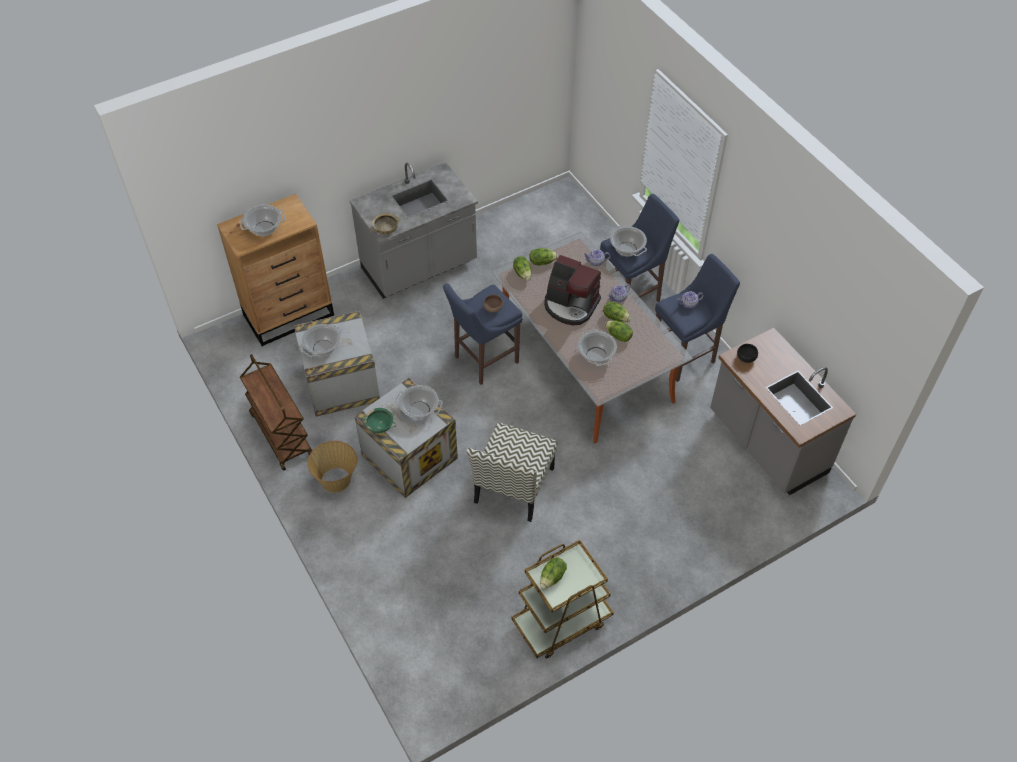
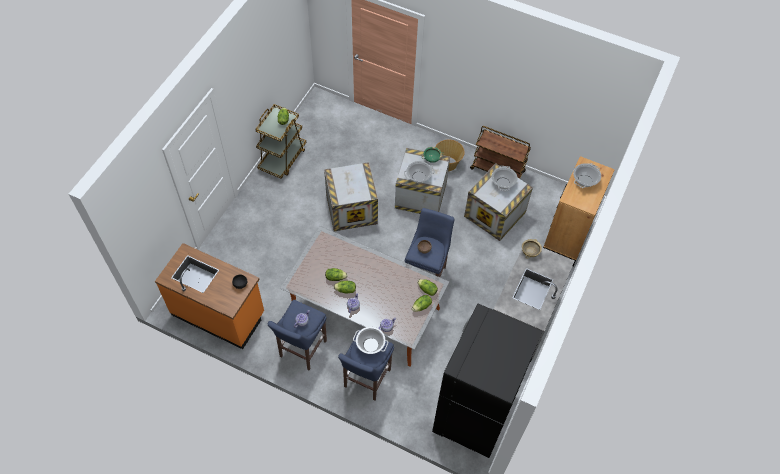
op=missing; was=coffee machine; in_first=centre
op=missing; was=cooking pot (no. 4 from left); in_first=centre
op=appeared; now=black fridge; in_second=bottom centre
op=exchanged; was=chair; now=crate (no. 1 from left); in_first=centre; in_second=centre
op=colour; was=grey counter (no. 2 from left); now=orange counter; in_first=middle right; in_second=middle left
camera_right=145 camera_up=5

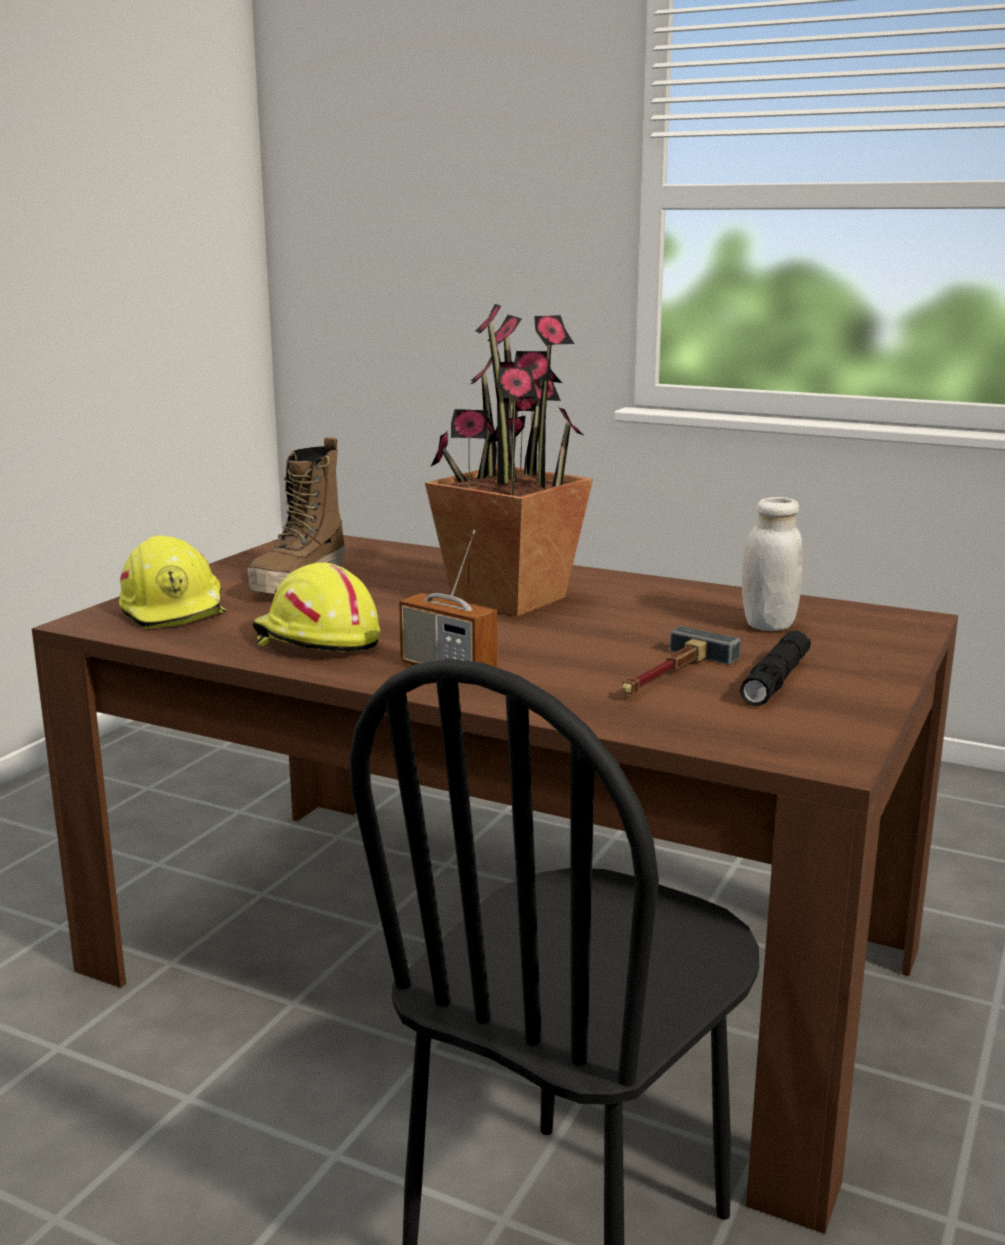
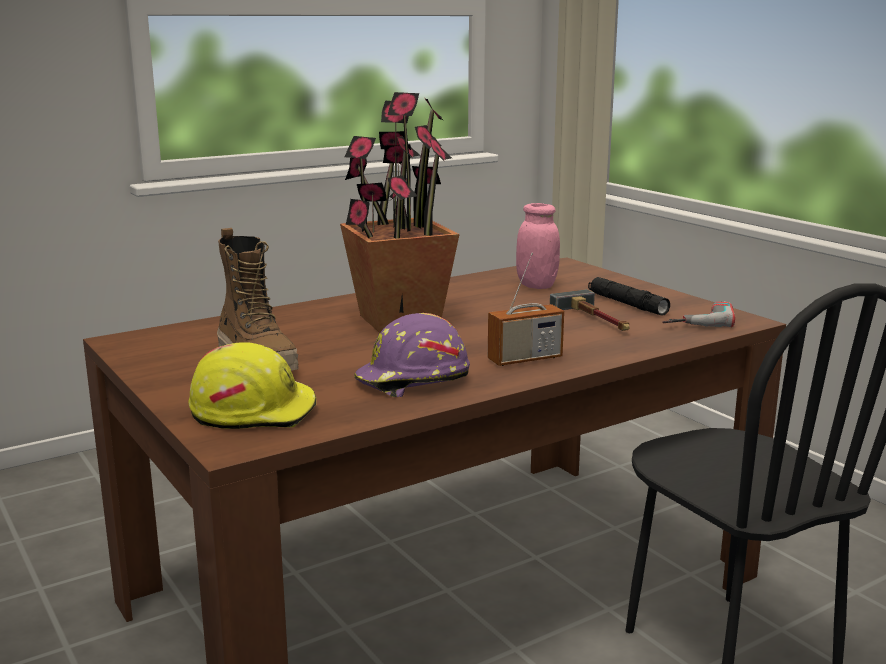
op=appeared; now=power drill; in_second=middle right
op=colour; was=yellow hard hat (no. 2 from left); now=purple hard hat; in_first=middle left; in_second=centre
op=colour; was=white jar; now=pink jar; in_first=middle right; in_second=centre
camera_right=-60 camera_up=0

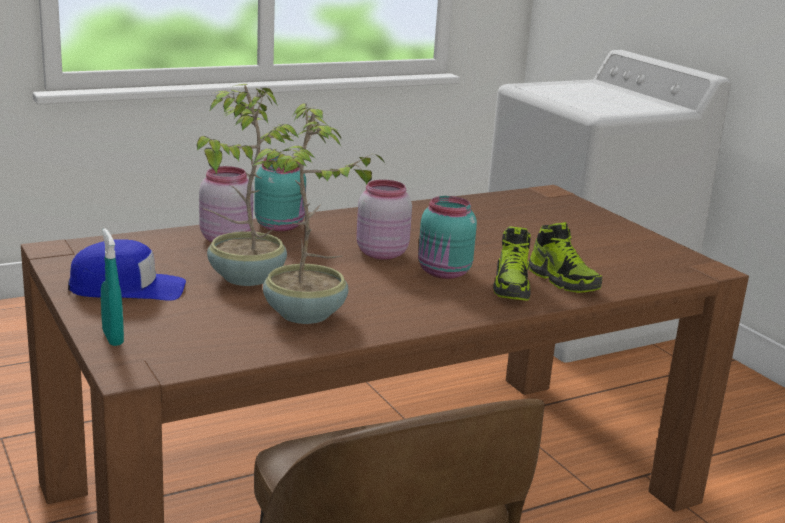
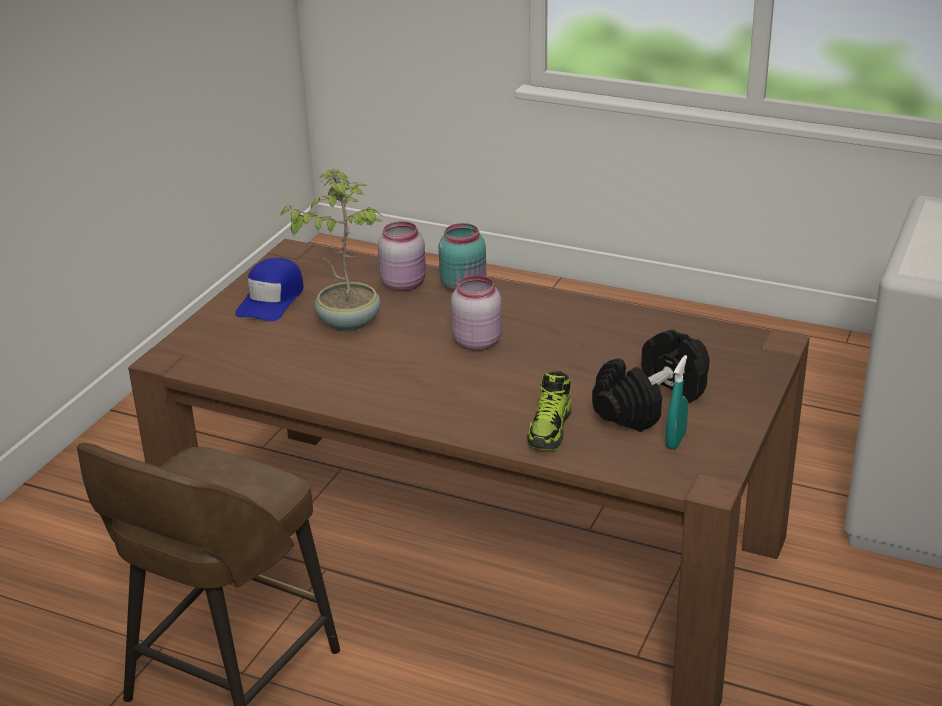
op=missing; was=potted plant (no. 2 from left); in_first=centre
op=missing; was=turquoise jar (no. 2 from left); in_first=centre
op=missing; was=shoe (no. 1 from left); in_first=centre
op=appeared; now=black dumbbell; in_second=middle right
op=relocated; was=turquoise spray bottle; in_first=middle left; in_second=middle right
op=spun; was=blue cap; in_first=middle left; in_second=middle left; clockwise=60
camera_right=55 camera_up=10

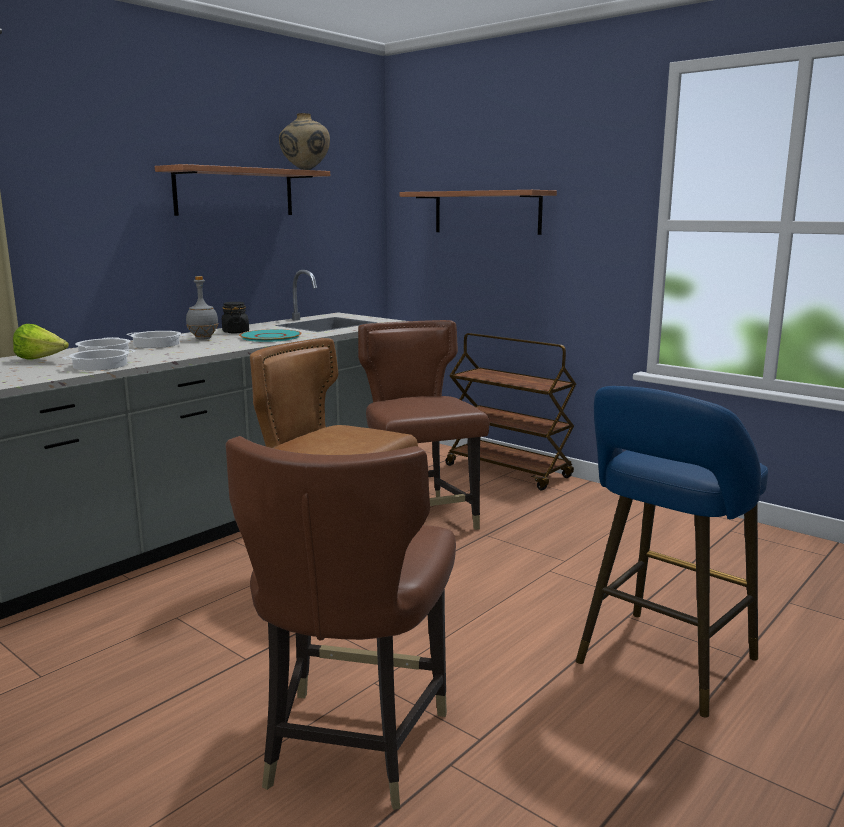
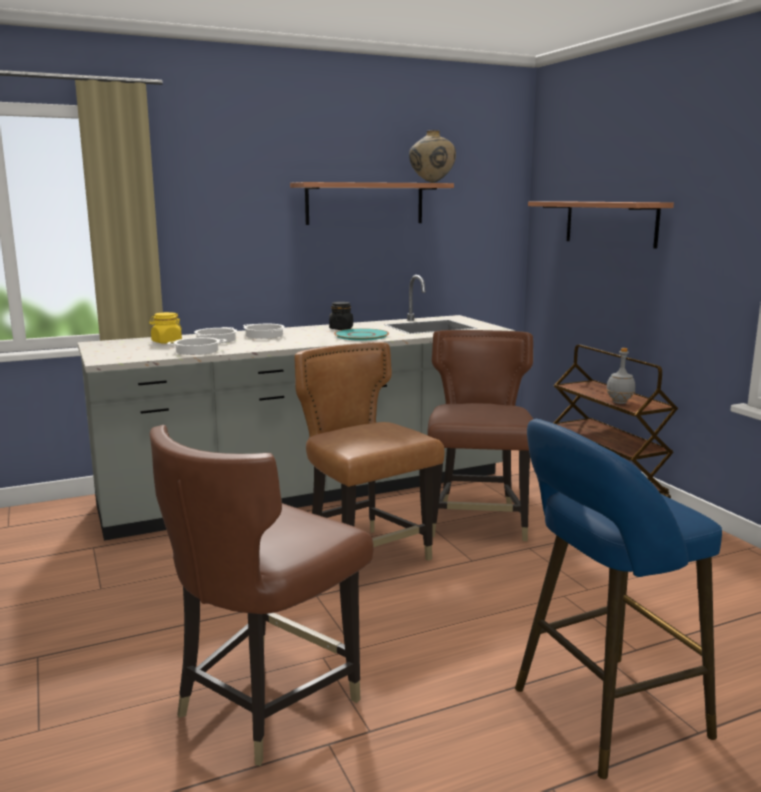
op=relocated; was=grey bottle; in_first=middle left; in_second=middle right
op=exchanged; was=lettuce; now=yellow jar; in_first=middle left; in_second=middle left
camera_right=25 camera_up=0

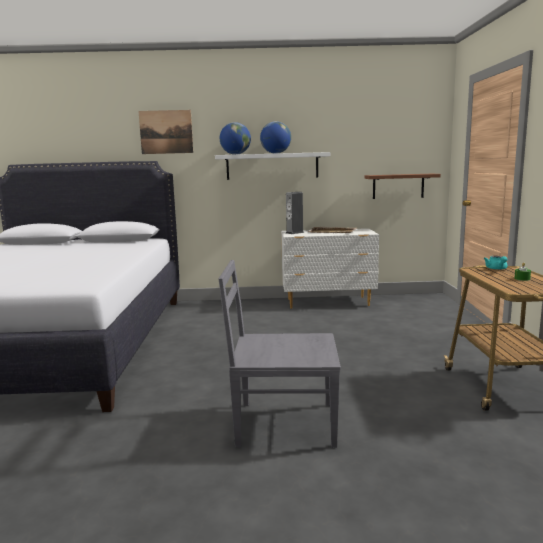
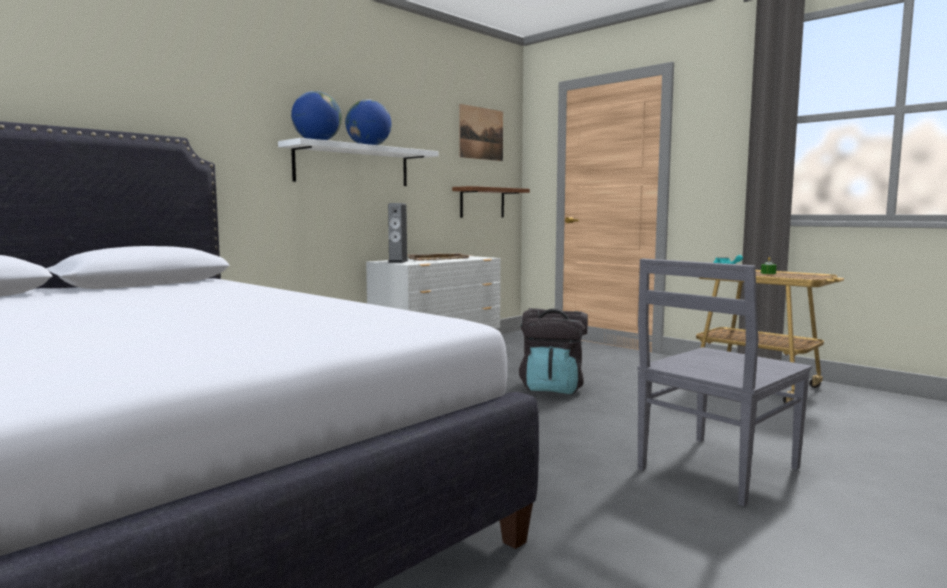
op=appeared; now=black backpack; in_second=centre
op=relocated; was=picture; in_first=top left; in_second=top centre
camera_right=-45 camera_up=-5

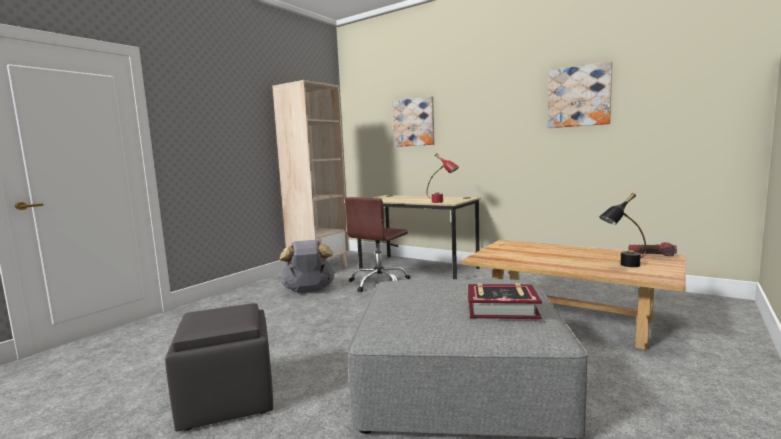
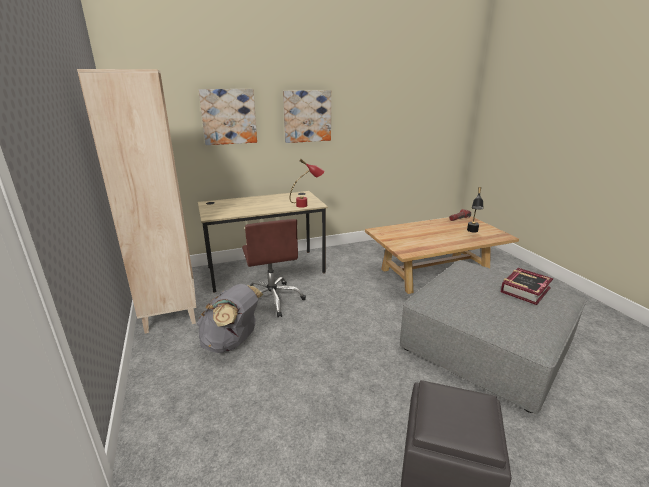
op=relocated; was=picture (no. 2 from left); in_first=top right; in_second=top centre
camera_right=-55 camera_up=15

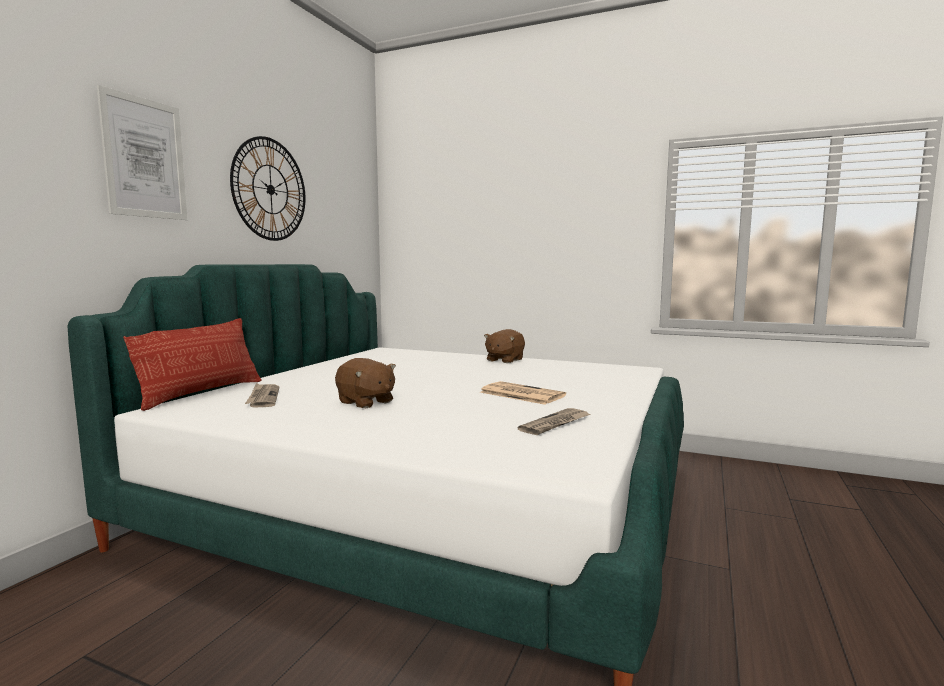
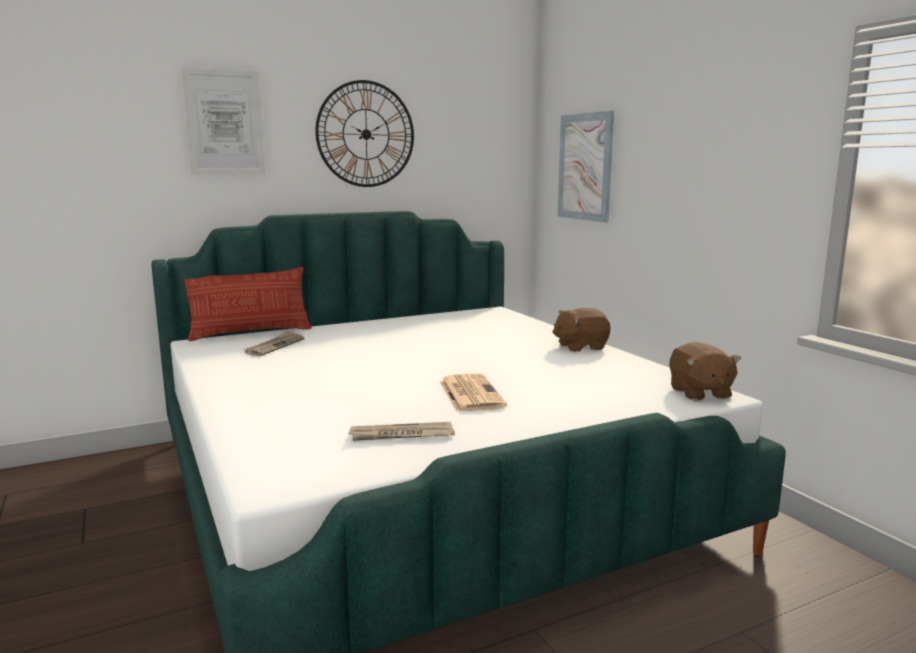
op=appeared; now=picture (no. 2 from left); in_second=top centre
op=relocated; was=brown plush toy (no. 1 from left in the first image); now=brown plush toy (no. 2 from left); in_first=centre; in_second=middle right
camera_right=40 camera_up=5

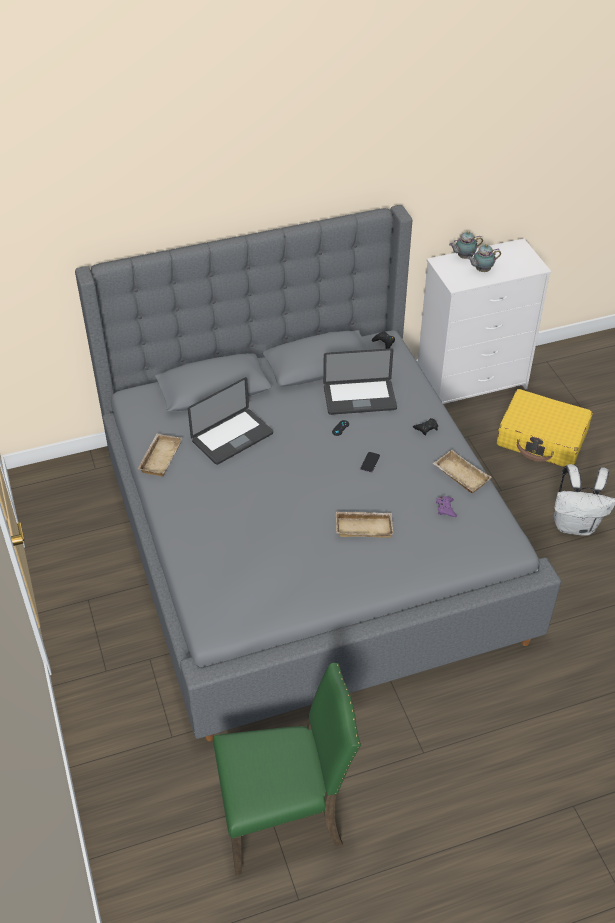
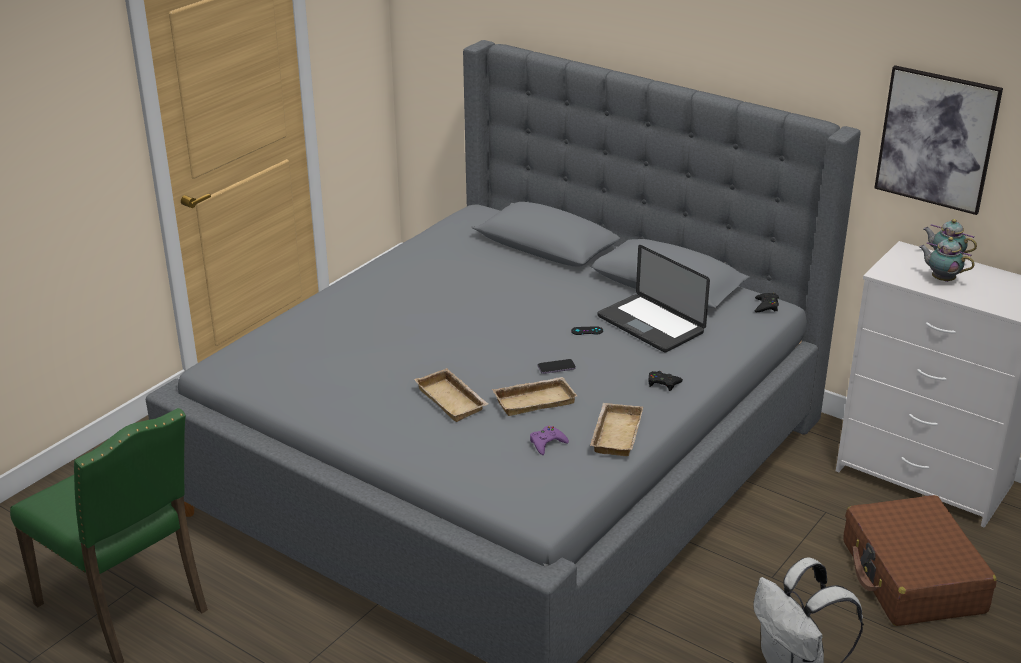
op=missing; was=laptop (no. 1 from left); in_first=centre
op=appeared; now=picture; in_second=top right
op=relocated; was=beige tray (no. 1 from left in the first image); now=beige tray (no. 2 from left); in_first=middle left; in_second=centre
op=colour; was=yellow suitcase; now=brown suitcase; in_first=middle right; in_second=bottom right
camera_right=55 camera_up=-15

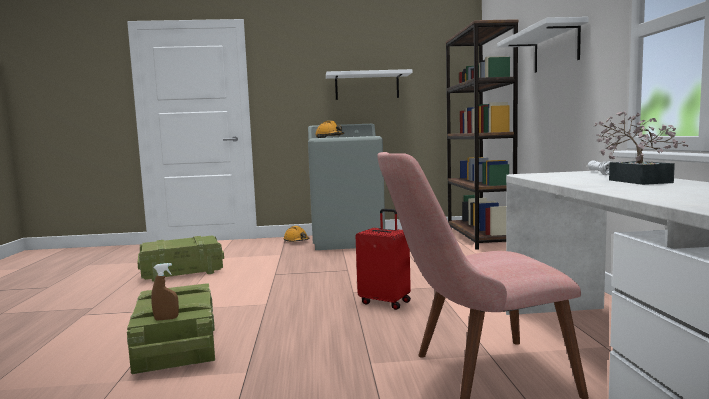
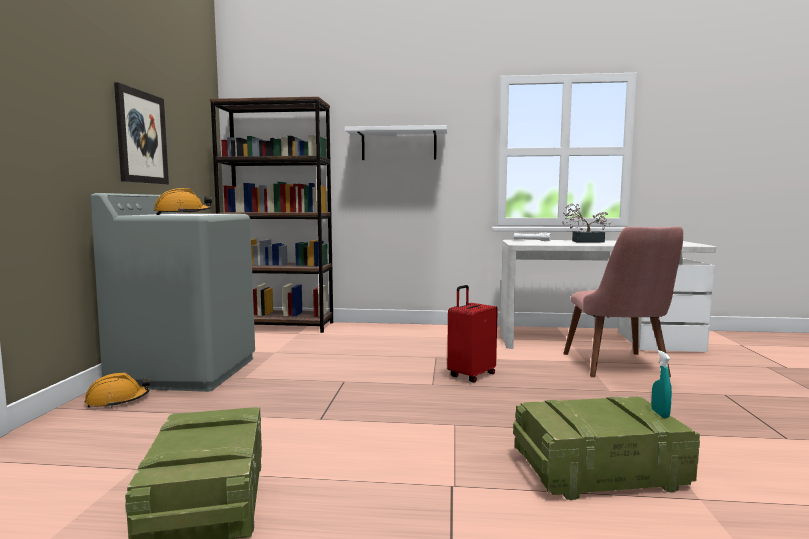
op=exchanged; was=white shelf (no. 1 from left); now=picture; in_first=top centre; in_second=top left
op=colour; was=brown spray bottle; now=turquoise spray bottle; in_first=bottom left; in_second=bottom right
camera_right=-80 camera_up=0

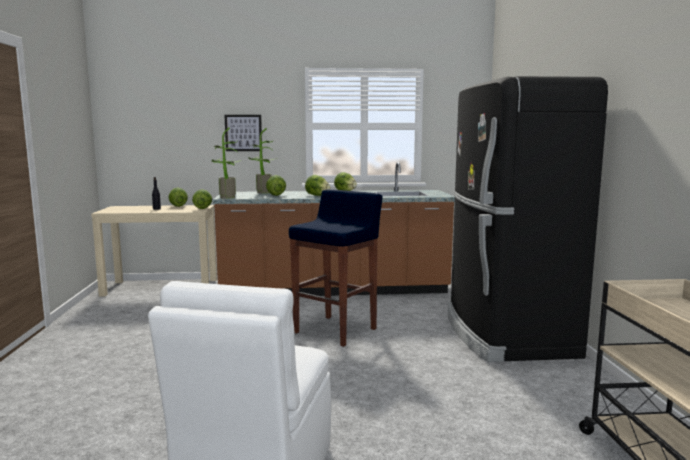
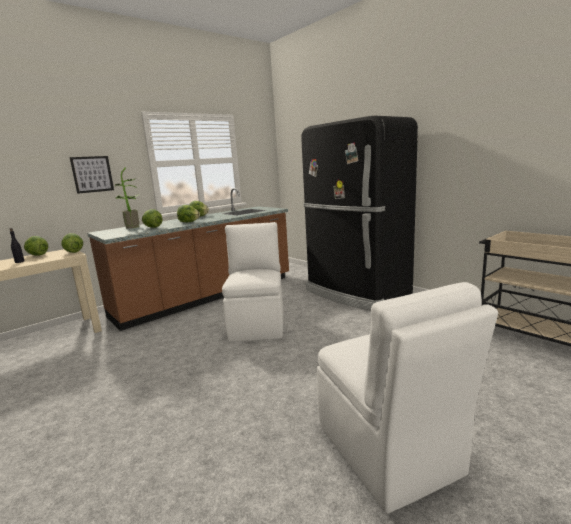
op=missing; was=potted plant (no. 1 from left); in_first=middle left
op=exchanged; was=blue stool; now=white chair (no. 1 from left); in_first=centre; in_second=centre
camera_right=-35 camera_up=5

